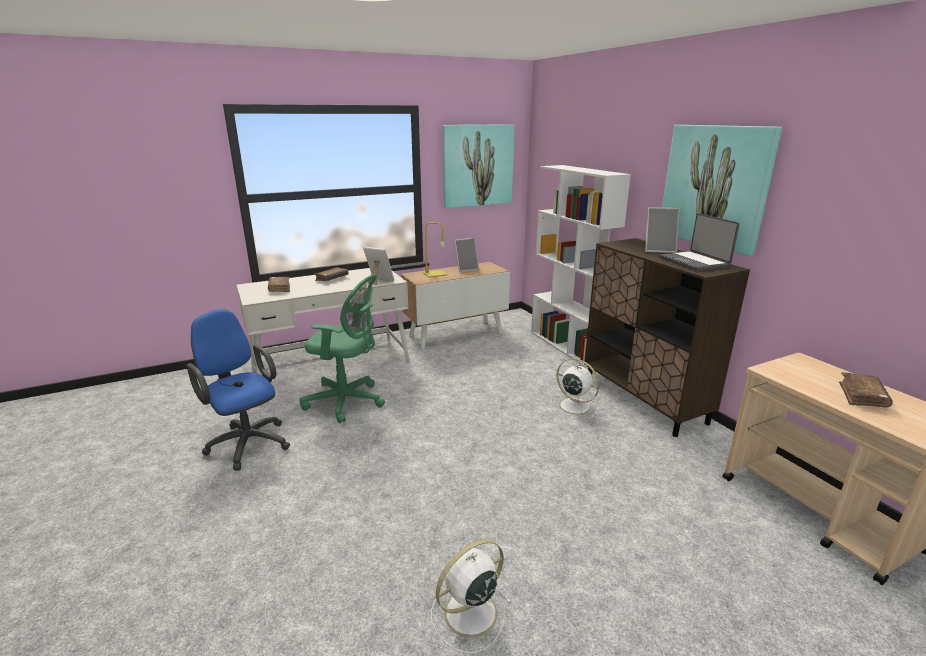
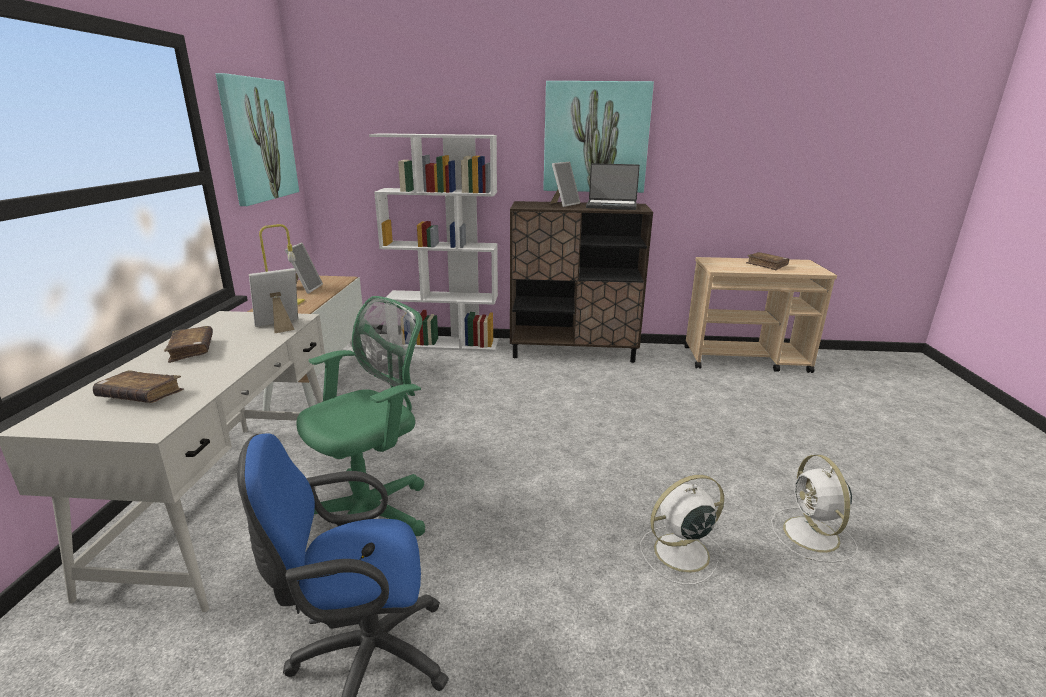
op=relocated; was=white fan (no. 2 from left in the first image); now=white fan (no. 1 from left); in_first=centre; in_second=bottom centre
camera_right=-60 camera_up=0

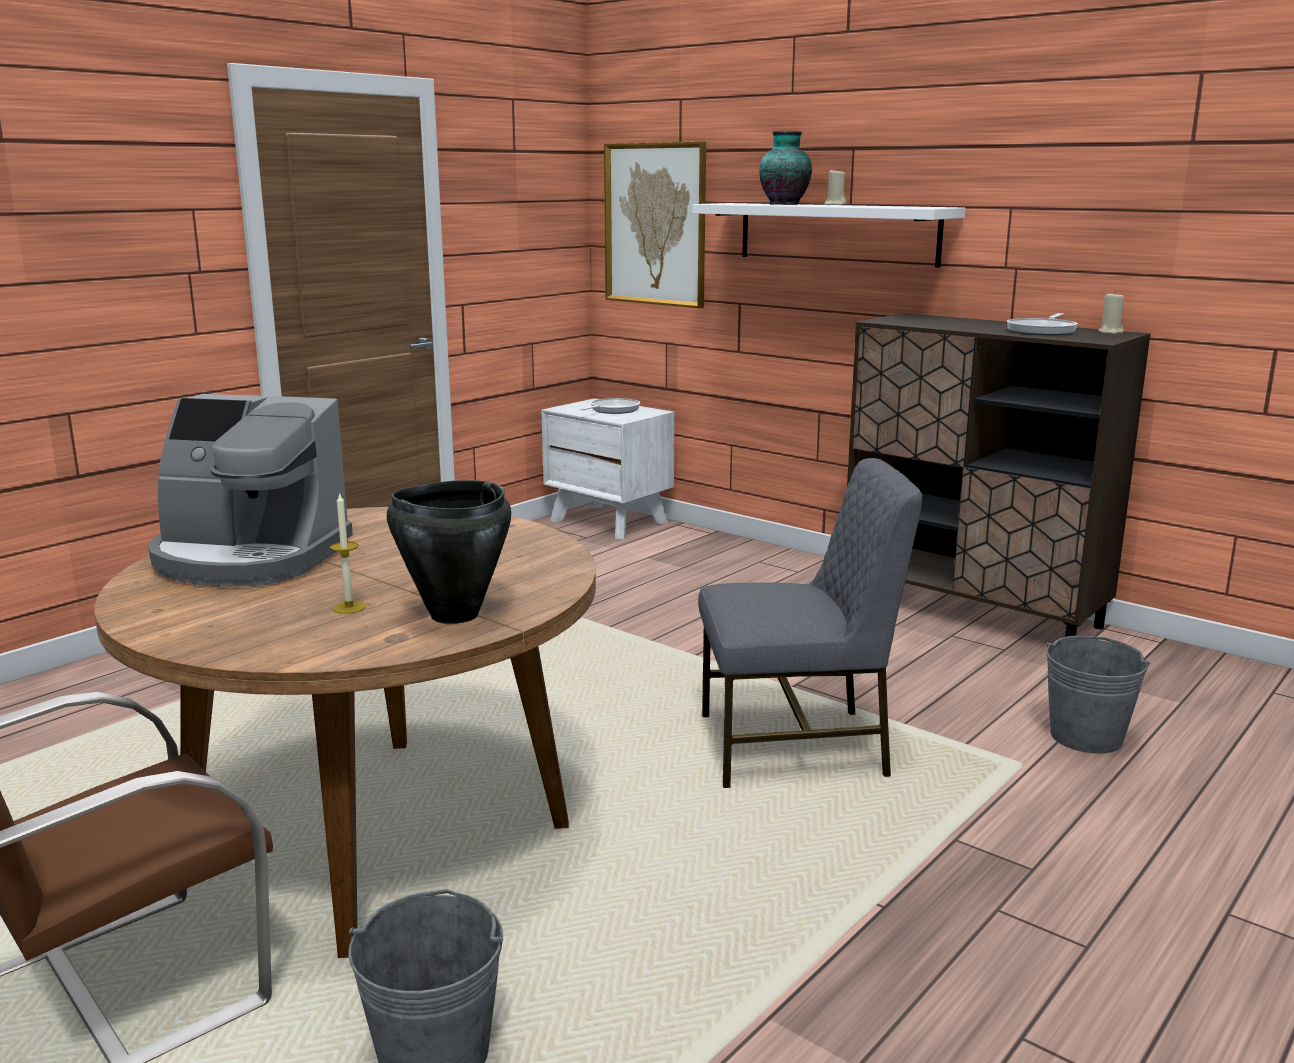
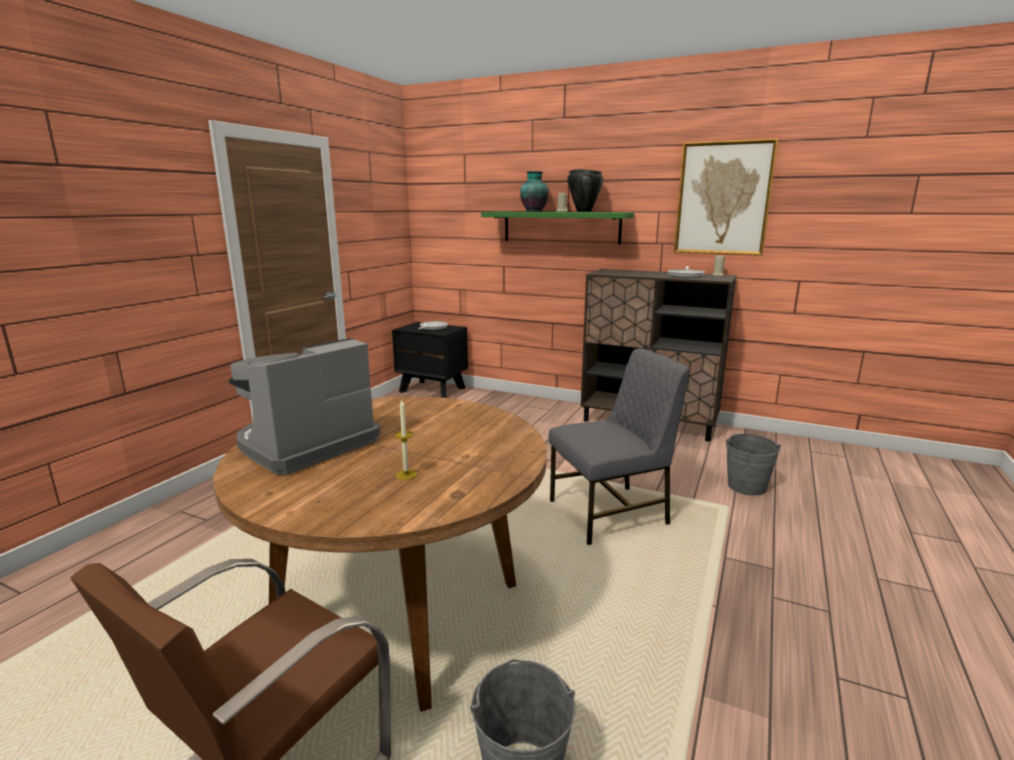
op=relocated; was=black cooking pot; in_first=centre; in_second=top centre
op=relocated; was=picture; in_first=top centre; in_second=top right
op=colour; was=white nightstand; now=black nightstand; in_first=centre; in_second=centre
op=colour; was=white shelf; now=green shelf; in_first=top centre; in_second=top centre
op=spun; was=coffee machine; in_first=middle left; in_second=middle left; clockwise=135
camera_right=-15 camera_up=0

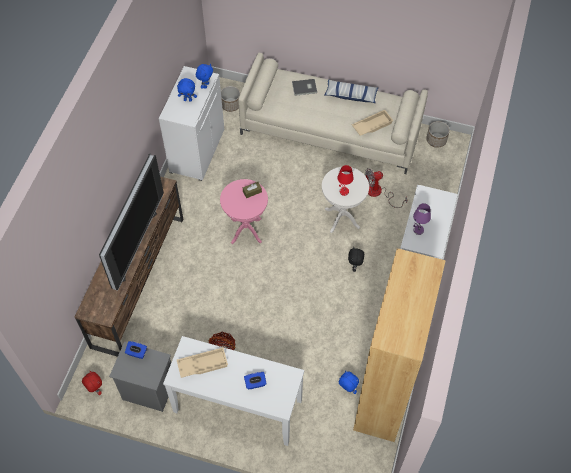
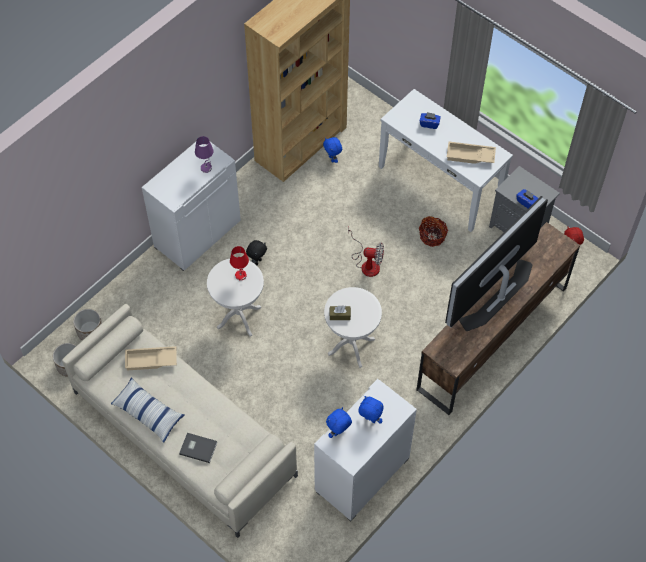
op=relocated; was=planter (no. 1 from left in the first image); now=planter (no. 2 from left); in_first=top centre; in_second=middle left
op=relocated; was=fan; in_first=middle right; in_second=centre
op=colour; was=pink side table; now=white side table (no. 2 from left); in_first=centre; in_second=centre
camera_right=-155 camera_up=0

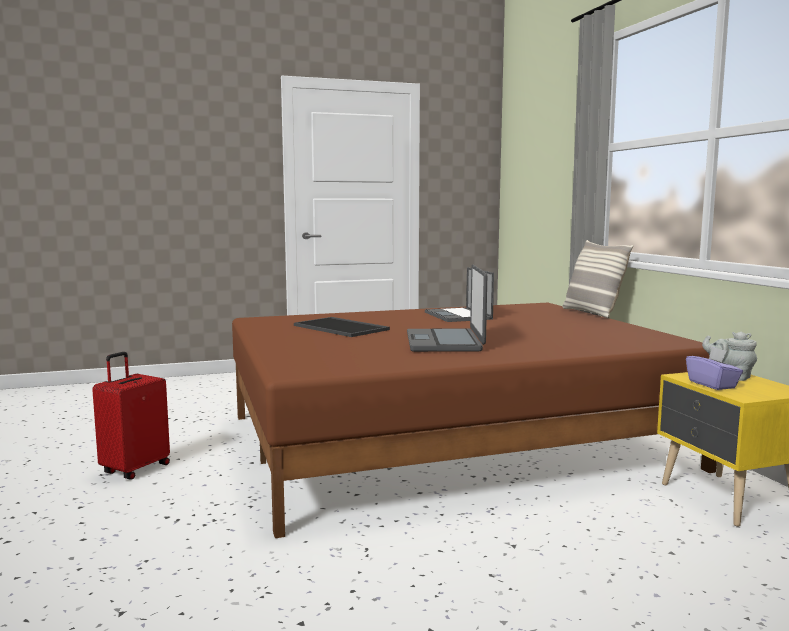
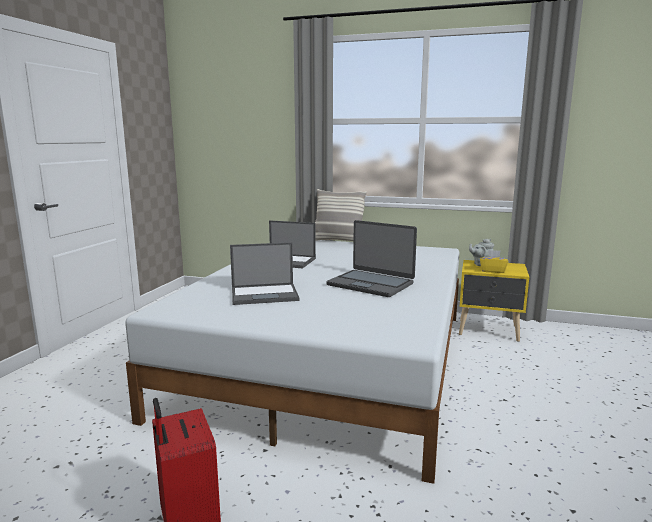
op=exchanged; was=tray; now=laptop (no. 1 from left); in_first=centre; in_second=centre
op=colour; was=brown bed; now=white bed; in_first=centre; in_second=bottom centre
op=colour; was=purple tissue box; now=yellow tissue box; in_first=middle right; in_second=middle right
camera_right=-55 camera_up=5

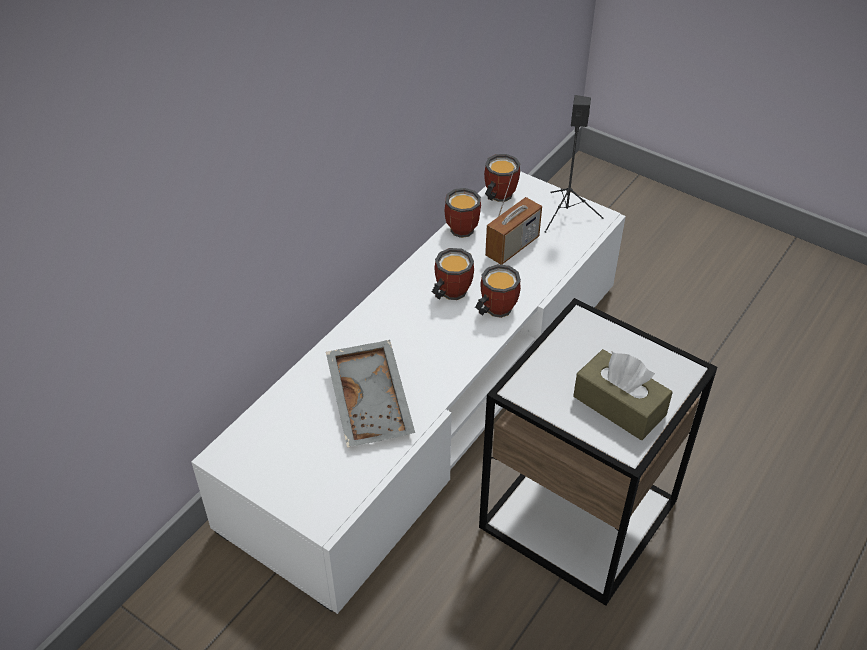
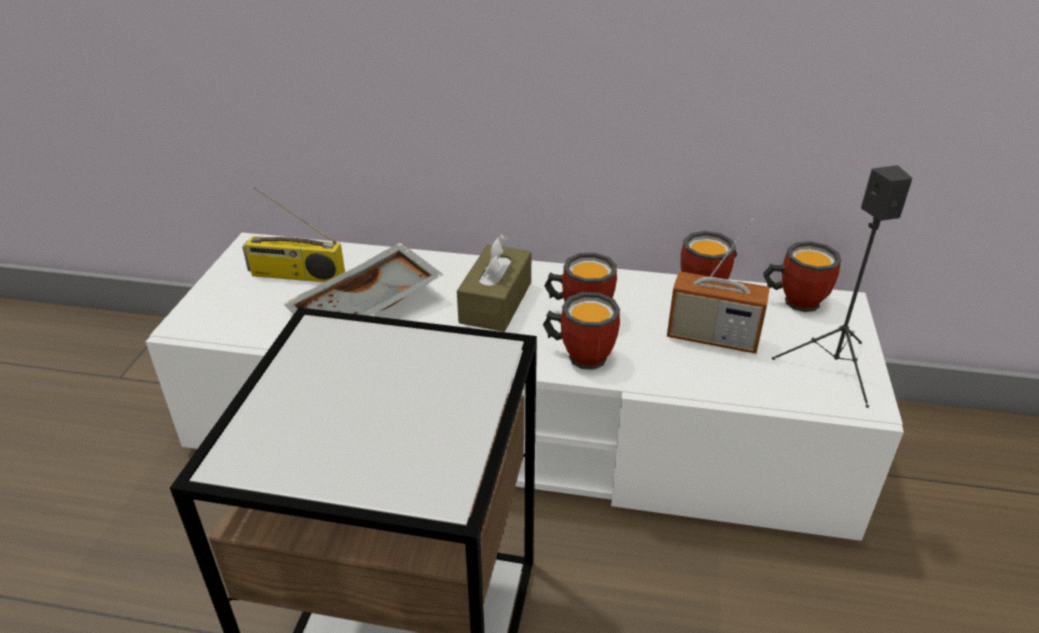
op=appeared; now=radio (no. 1 from left); in_second=middle left
op=relocated; was=brown tissue box; in_first=middle right; in_second=centre
camera_right=65 camera_up=-10

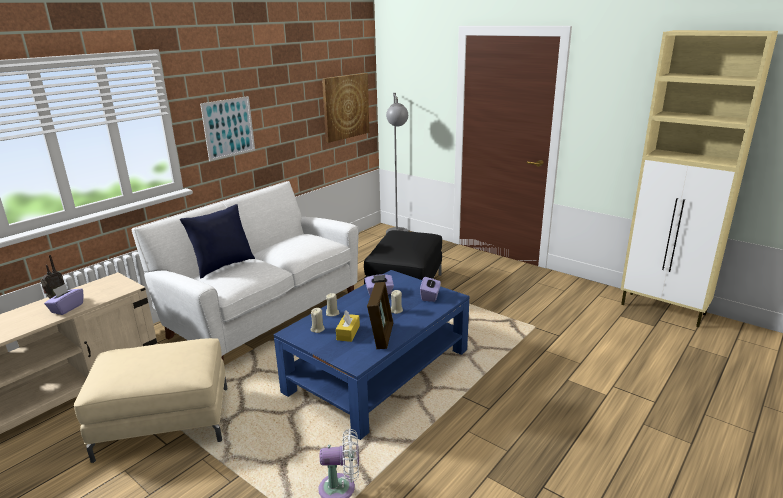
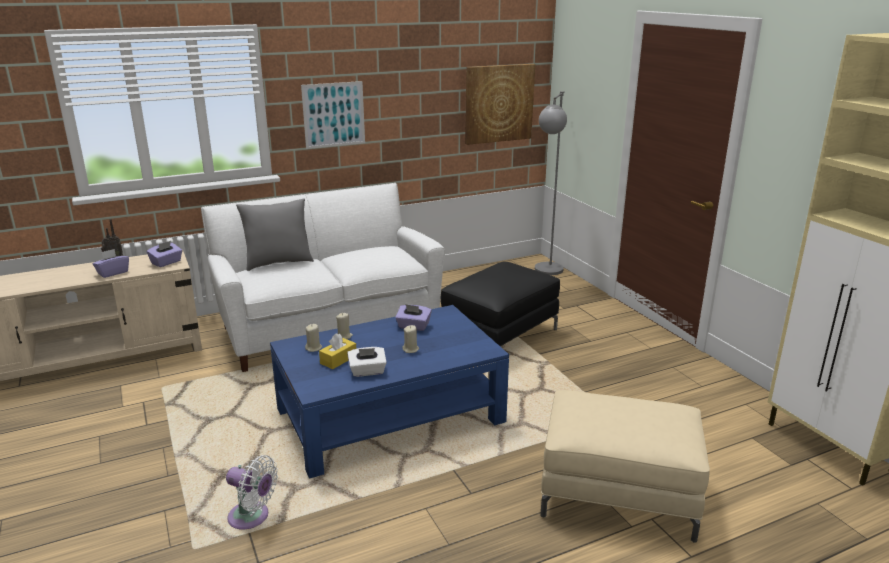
op=relocated; was=beige ottoman; in_first=bottom left; in_second=bottom right
op=relocated; was=purple tissue box (no. 3 from left in the first image); now=purple tissue box (no. 2 from left); in_first=centre; in_second=middle left
op=exchanged; was=picture frame; now=white tissue box; in_first=centre; in_second=centre
op=colour; was=blue pillow; now=grey pillow; in_first=middle left; in_second=middle left
camera_right=25 camera_up=0

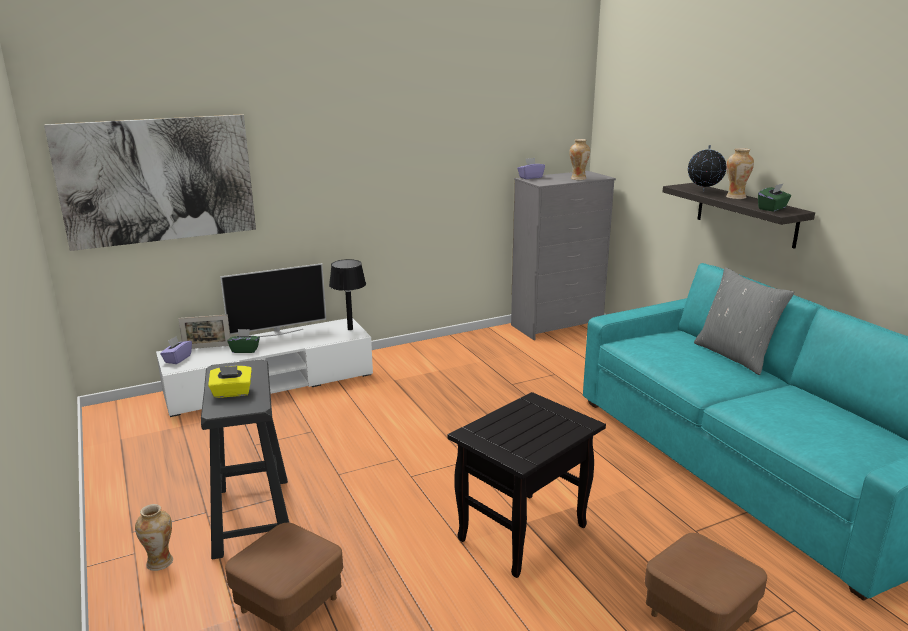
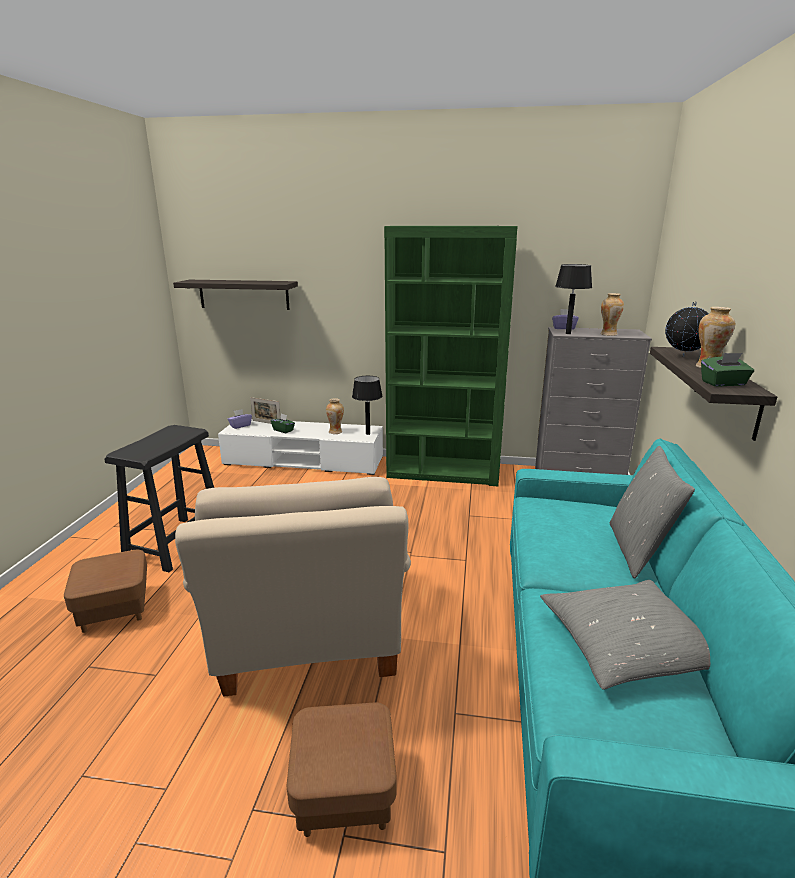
op=missing; was=yellow tissue box; in_first=middle left
op=missing; was=television; in_first=middle left
op=appeared; now=green bookcase; in_second=centre
op=appeared; now=grey pillow (no. 1 from left); in_second=bottom right
op=appeared; now=black table lamp (no. 2 from left); in_second=middle right
op=relocated; was=vase (no. 1 from left); in_first=bottom left; in_second=centre
op=exchanged; was=picture; now=shelf (no. 1 from left); in_first=top left; in_second=middle left
op=exchanged; was=black side table; now=beige armchair; in_first=bottom centre; in_second=bottom centre
camera_right=35 camera_up=0

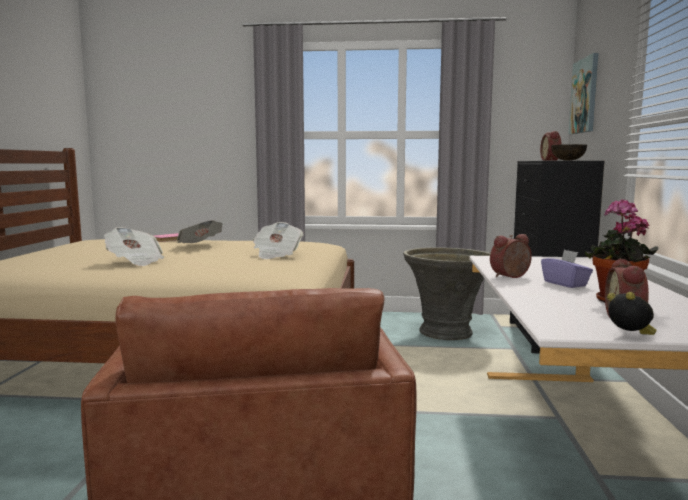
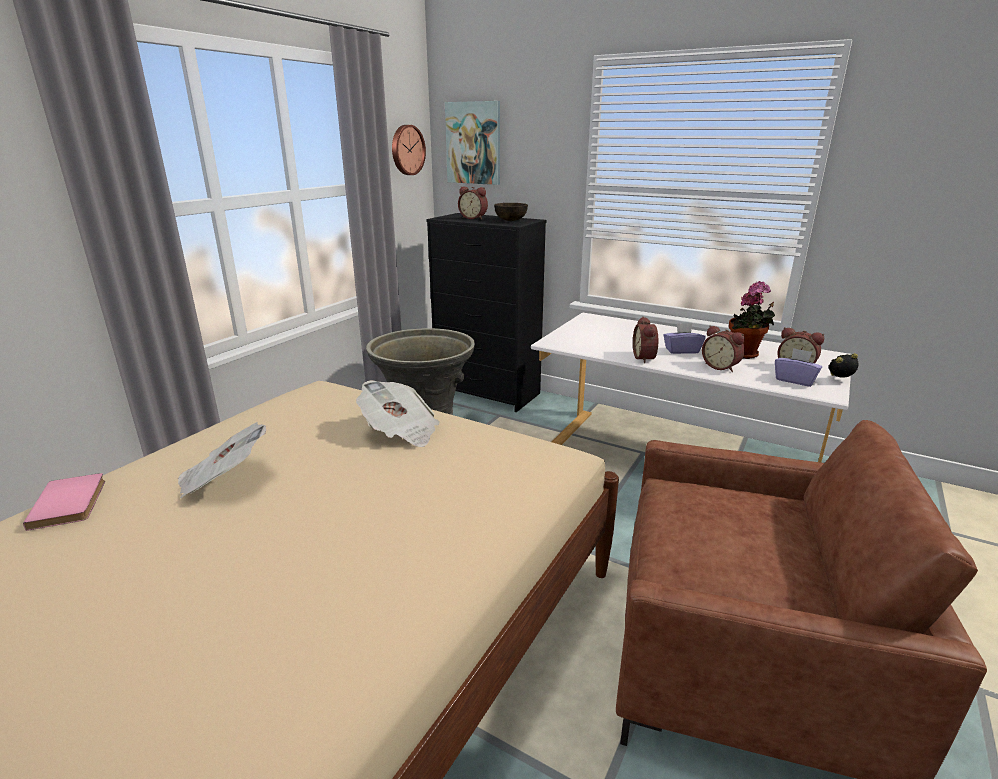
op=missing; was=newspaper (no. 1 from left); in_first=middle left
op=appeared; now=wall clock; in_second=top centre
op=appeared; now=alarm clock (no. 3 from left); in_second=middle right
op=appeared; now=purple tissue box (no. 2 from left); in_second=middle right
camera_right=-65 camera_up=15

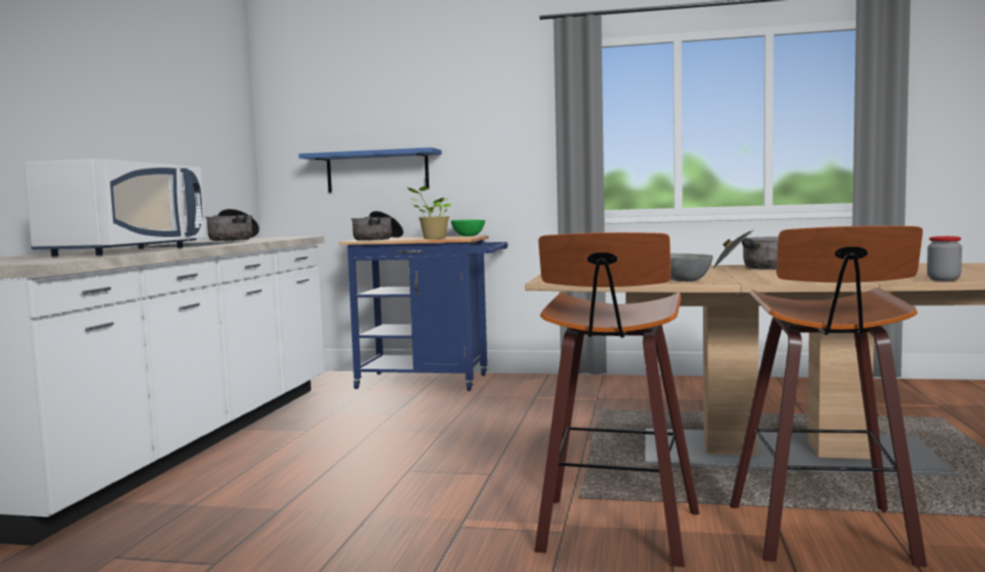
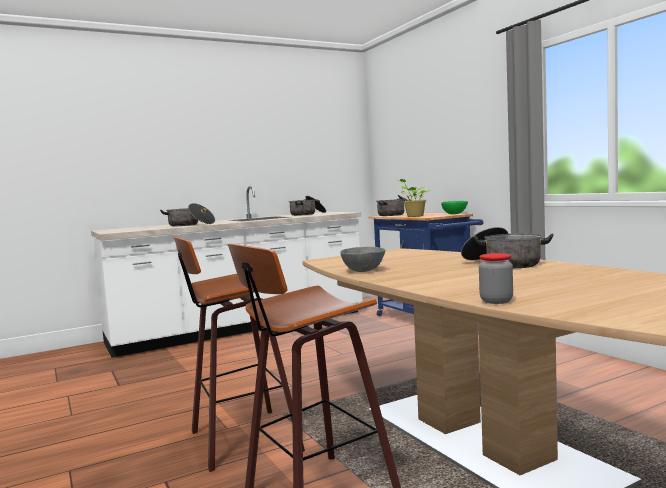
op=missing; was=blue shelf; in_first=top centre
op=exchanged; was=white microwave; now=cooking pot (no. 1 from left); in_first=middle left; in_second=middle left
camera_right=50 camera_up=0

